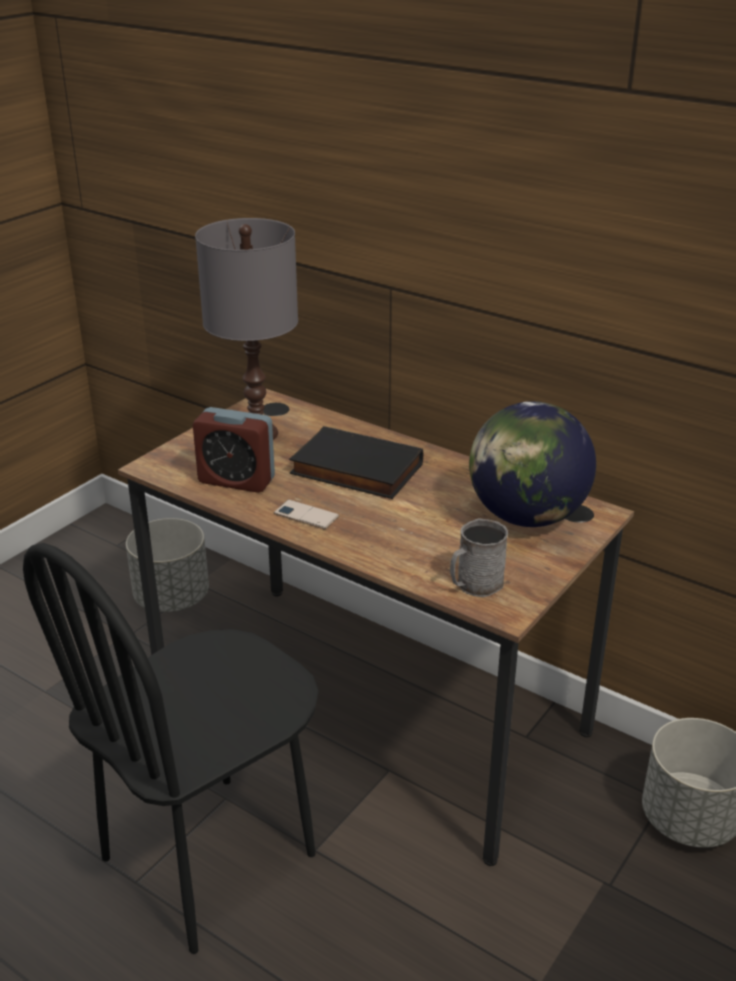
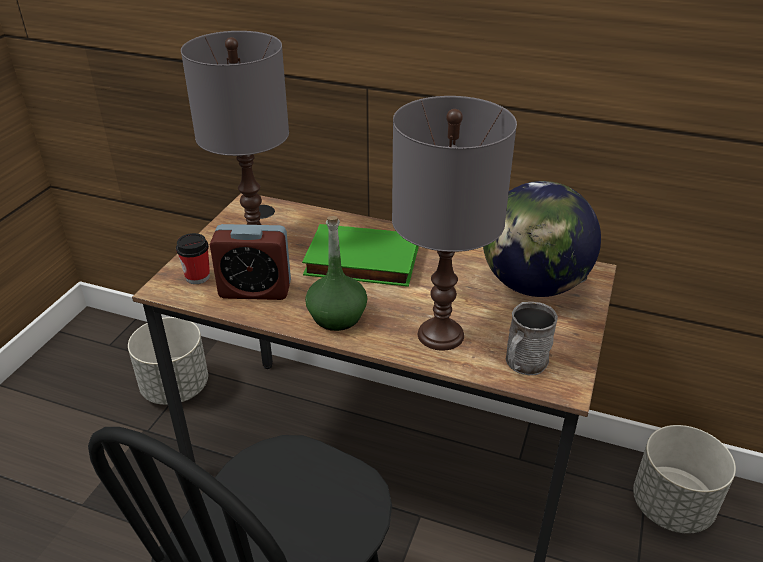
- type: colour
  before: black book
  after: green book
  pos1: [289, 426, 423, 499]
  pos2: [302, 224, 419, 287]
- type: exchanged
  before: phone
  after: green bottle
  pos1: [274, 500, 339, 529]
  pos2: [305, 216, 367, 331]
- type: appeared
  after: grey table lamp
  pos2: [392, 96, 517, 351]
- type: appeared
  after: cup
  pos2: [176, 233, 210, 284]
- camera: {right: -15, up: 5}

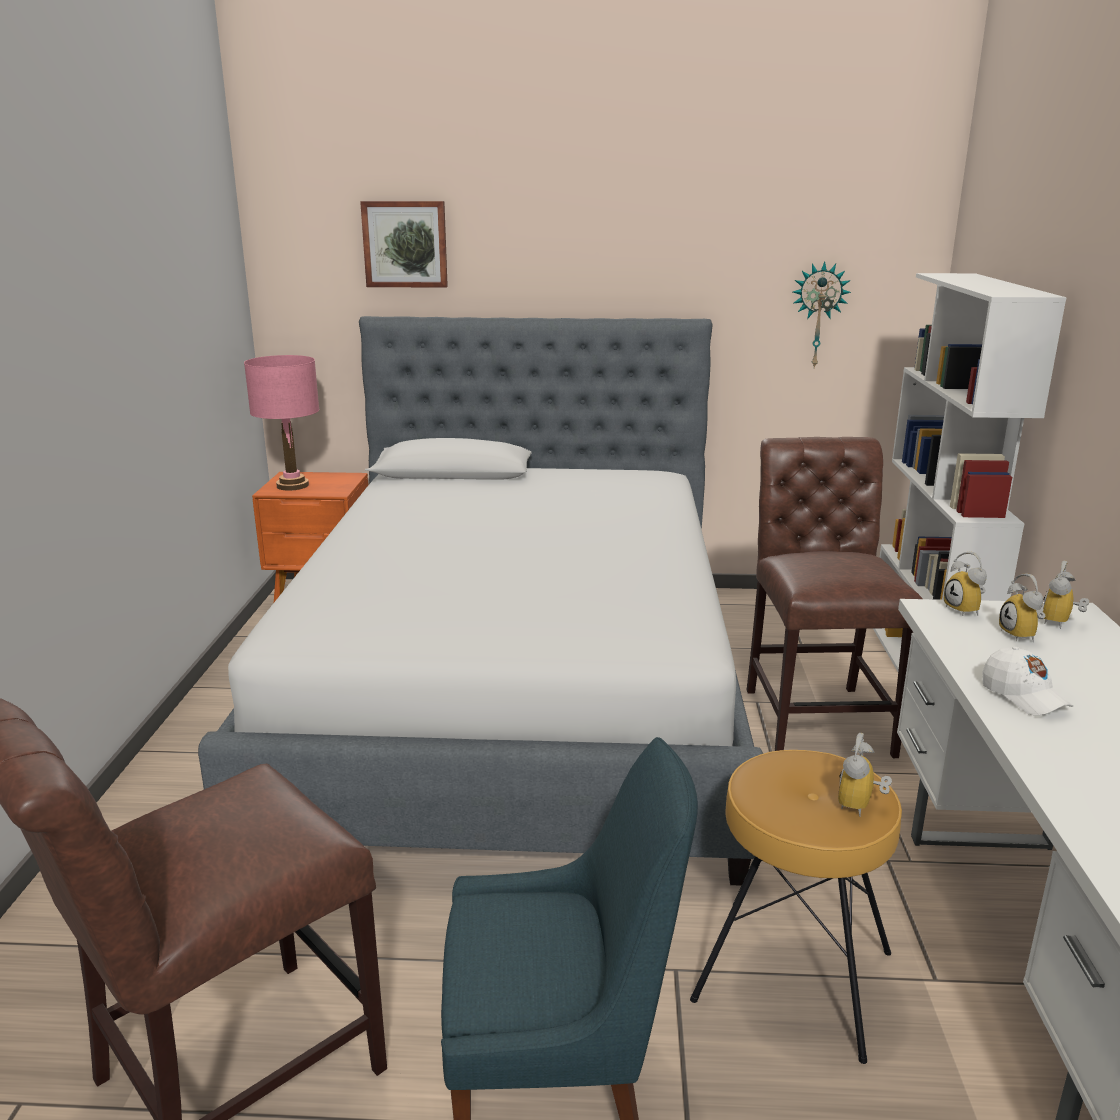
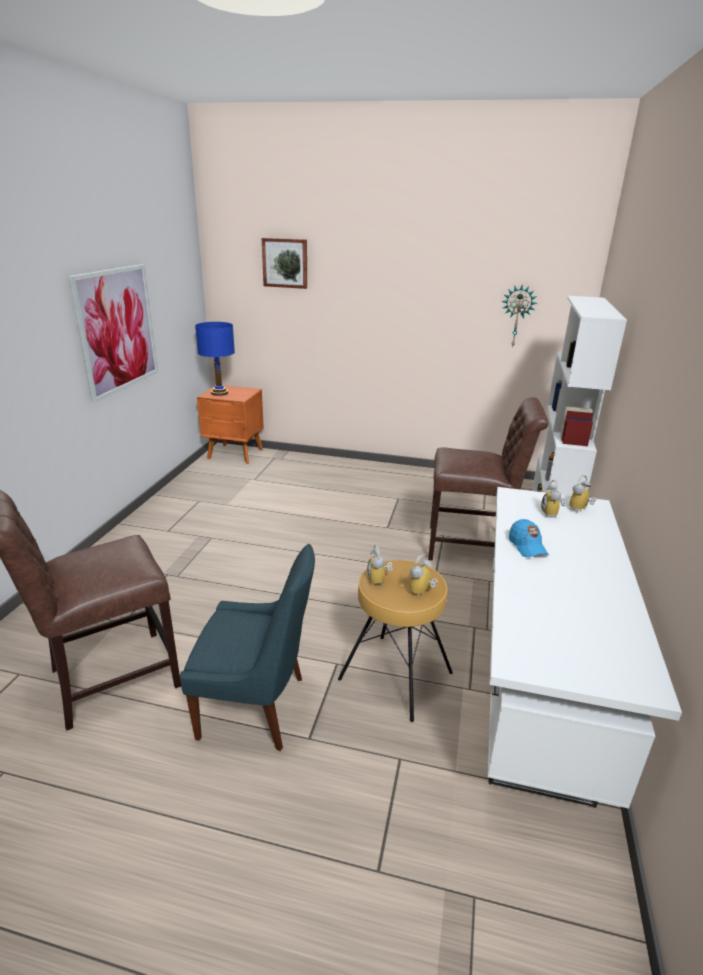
- type: missing
  before: bed
  pos1: [198, 316, 763, 886]
- type: colour
  before: pink table lamp
  after: blue table lamp
  pos1: [244, 355, 319, 491]
  pos2: [195, 322, 235, 396]
- type: spun
  before: brown chair
  pos1: [747, 437, 923, 758]
  pos2: [428, 397, 549, 560]
  turn: 90
- type: relocated
  before: alarm clock
  pos1: [944, 552, 987, 616]
  pos2: [367, 545, 392, 585]
- type: colour
  before: white cap
  after: blue cap
  pos1: [983, 647, 1073, 715]
  pos2: [509, 519, 549, 557]
- type: appeared
  after: picture
  pos2: [69, 264, 158, 403]
- camera: {right: 10, up: 5}

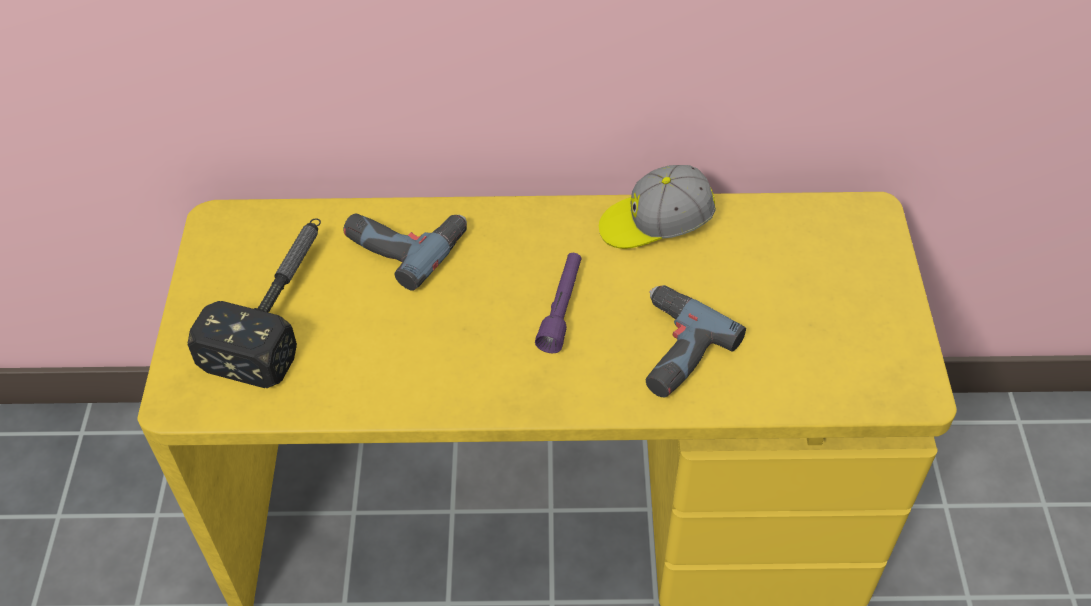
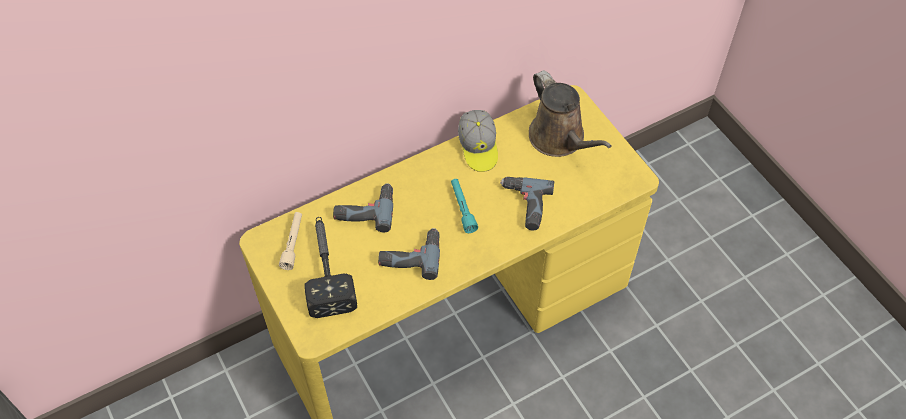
- type: spun
  before: cap
  pos1: [599, 165, 716, 249]
  pos2: [458, 110, 498, 172]
  turn: -60
- type: colour
  before: purple flashlight
  after: turquoise flashlight
  pos1: [535, 253, 582, 353]
  pos2: [451, 179, 478, 233]
- type: appeared
  after: brown watering can
  pos2: [529, 70, 612, 157]
- type: appeared
  after: beige flashlight
  pos2: [279, 212, 302, 270]
- type: appeared
  after: power drill
  pos2: [378, 228, 440, 280]
- camera: {right: -30, up: 5}

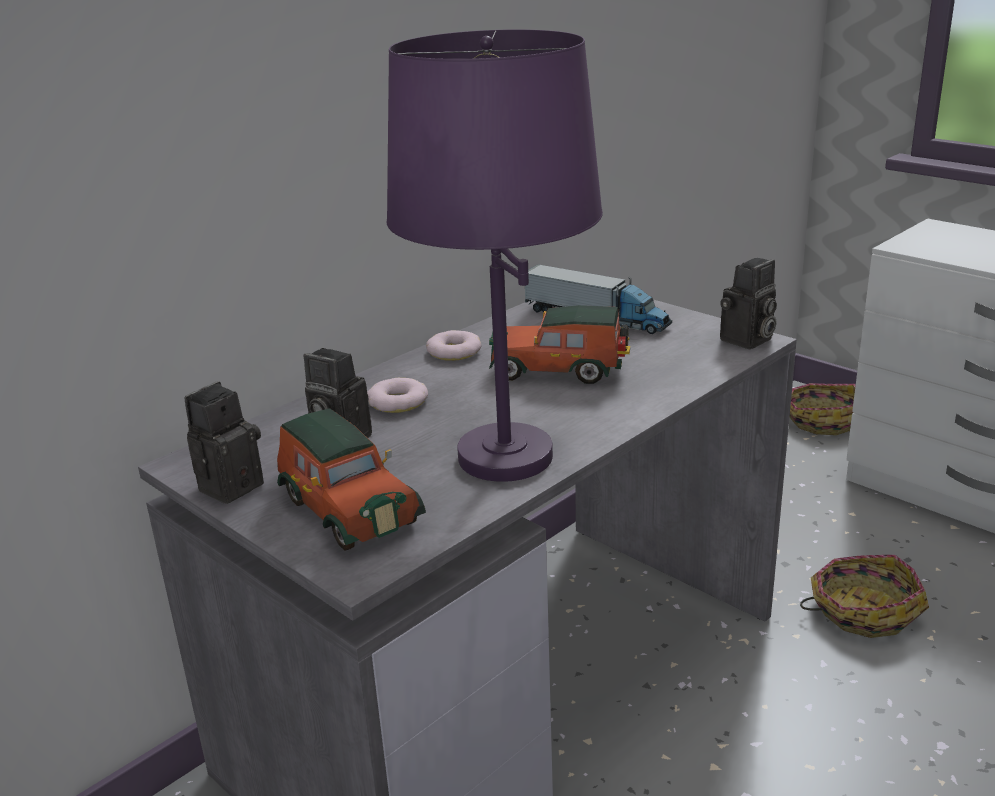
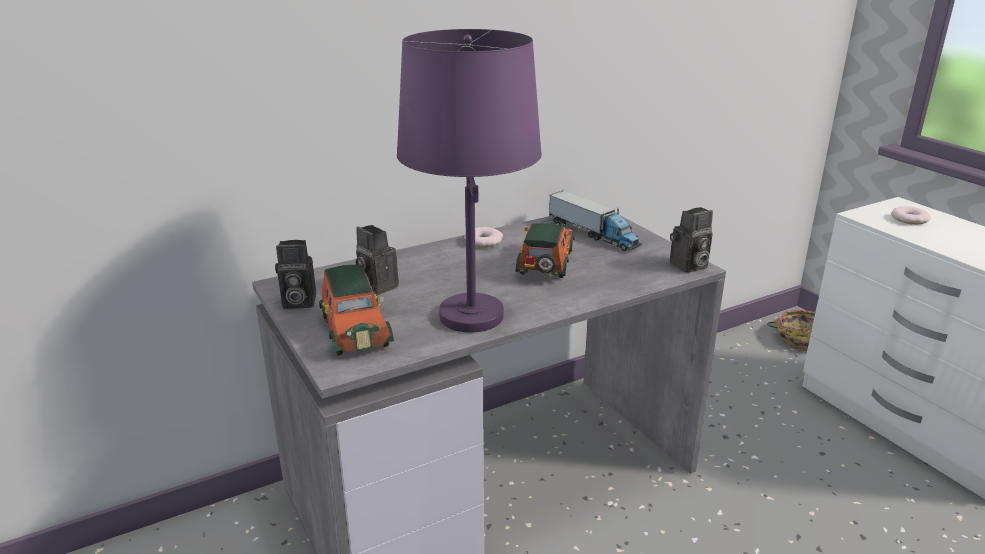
- type: spun
  before: toy car
  pos1: [489, 305, 630, 384]
  pos2: [516, 219, 575, 278]
  turn: 75
- type: relocated
  before: donut
  pos1: [367, 378, 428, 413]
  pos2: [891, 206, 931, 225]
- type: spun
  before: photo camera
  pos1: [184, 381, 264, 504]
  pos2: [275, 240, 316, 309]
  turn: -150
- type: missing
  before: basket
  pos1: [800, 555, 929, 638]
- camera: {right: 15, up: 0}

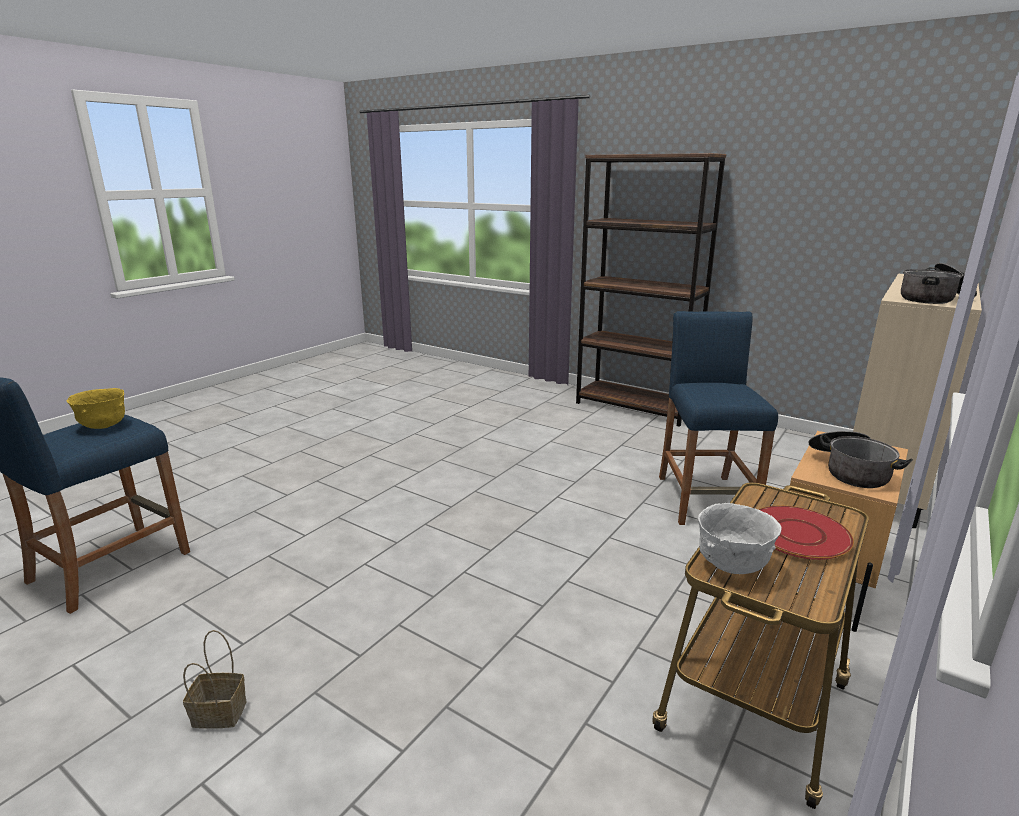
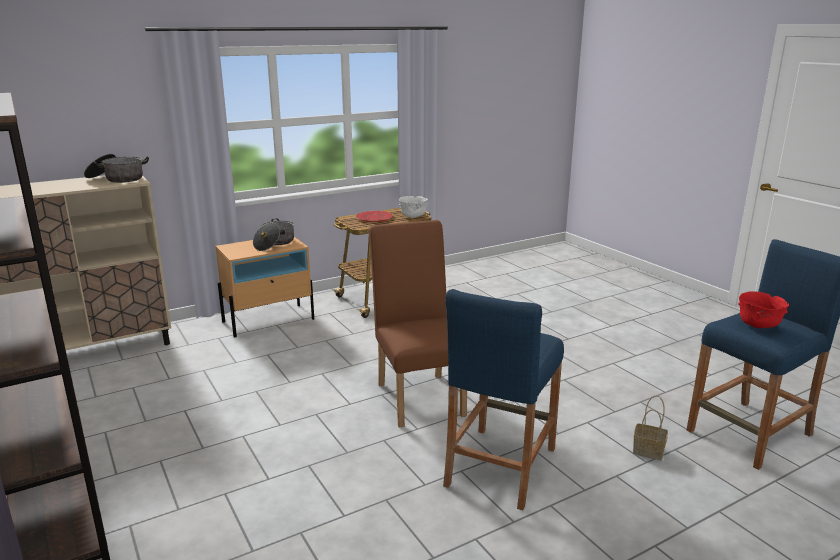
- type: relocated
  before: blue stool
  pos1: [659, 311, 778, 525]
  pos2: [443, 289, 564, 510]
- type: colour
  before: yellow bowl
  after: red bowl
  pos1: [66, 388, 125, 429]
  pos2: [738, 291, 789, 328]
- type: relocated
  before: basket
  pos1: [183, 630, 247, 728]
  pos2: [633, 396, 668, 460]
- type: appeared
  after: brown chair
  pos2: [369, 220, 467, 428]
- camera: {right: -155, up: 0}

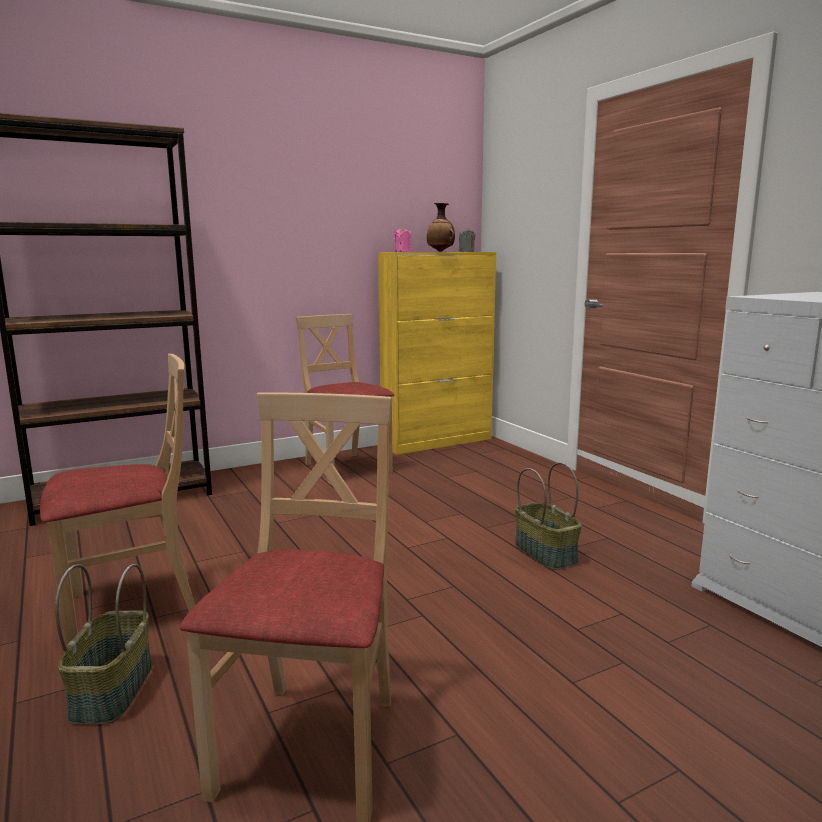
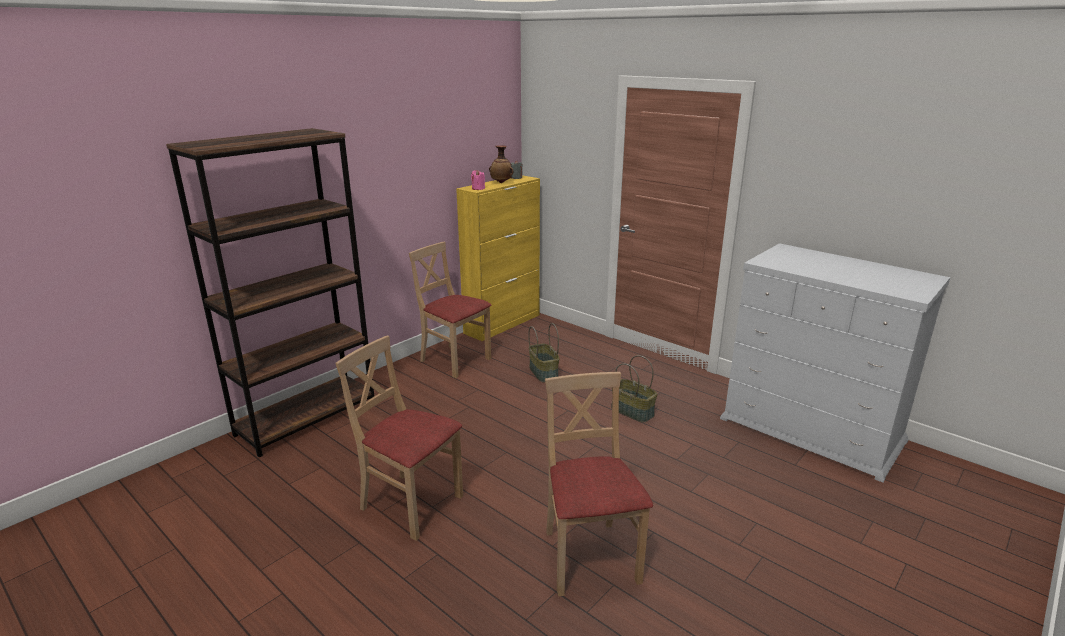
- type: spun
  before: beige chair
  pos1: [40, 354, 195, 646]
  pos2: [335, 336, 463, 541]
  turn: -105
- type: relocated
  before: basket
  pos1: [55, 564, 152, 724]
  pos2: [528, 323, 560, 383]
- camera: {right: -20, up: 10}

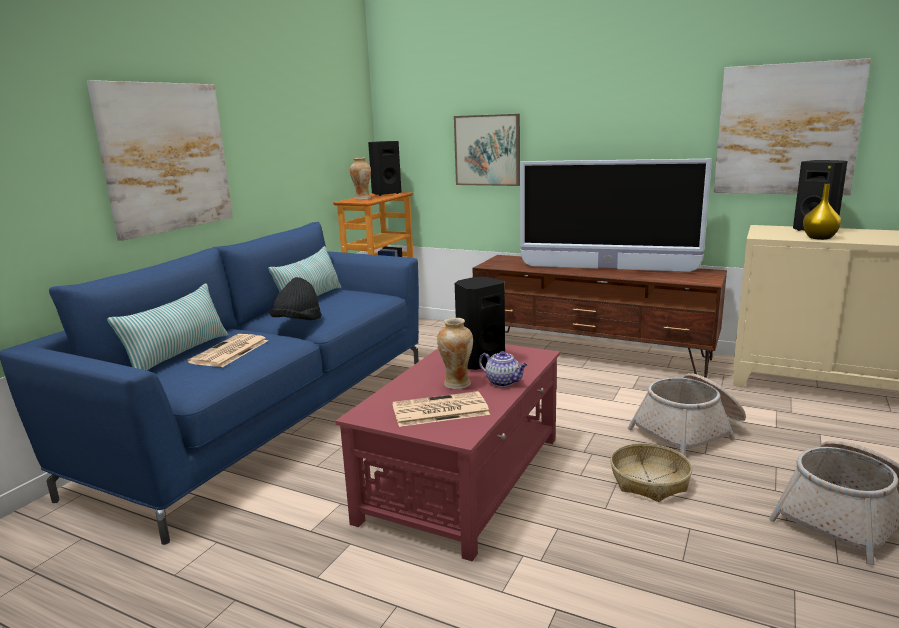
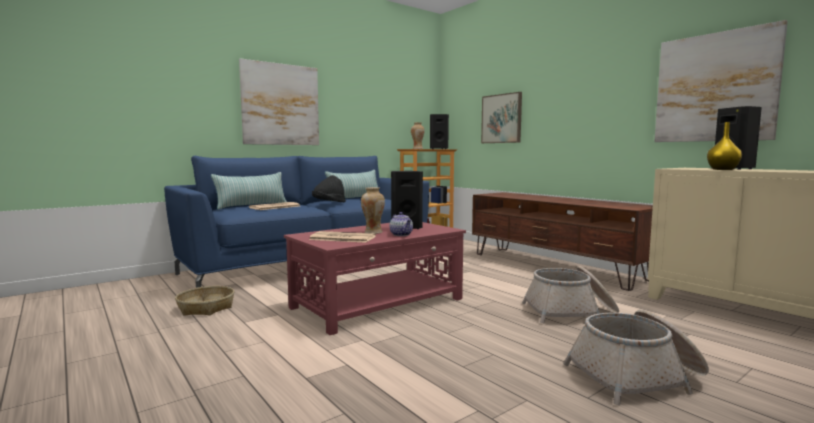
- type: missing
  before: television
  pos1: [520, 159, 712, 272]
- type: relocated
  before: basket
  pos1: [610, 443, 692, 502]
  pos2: [175, 286, 234, 316]
- camera: {right: 25, up: -10}

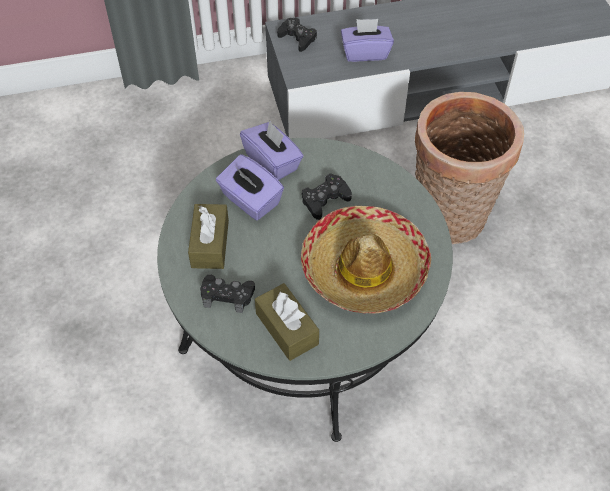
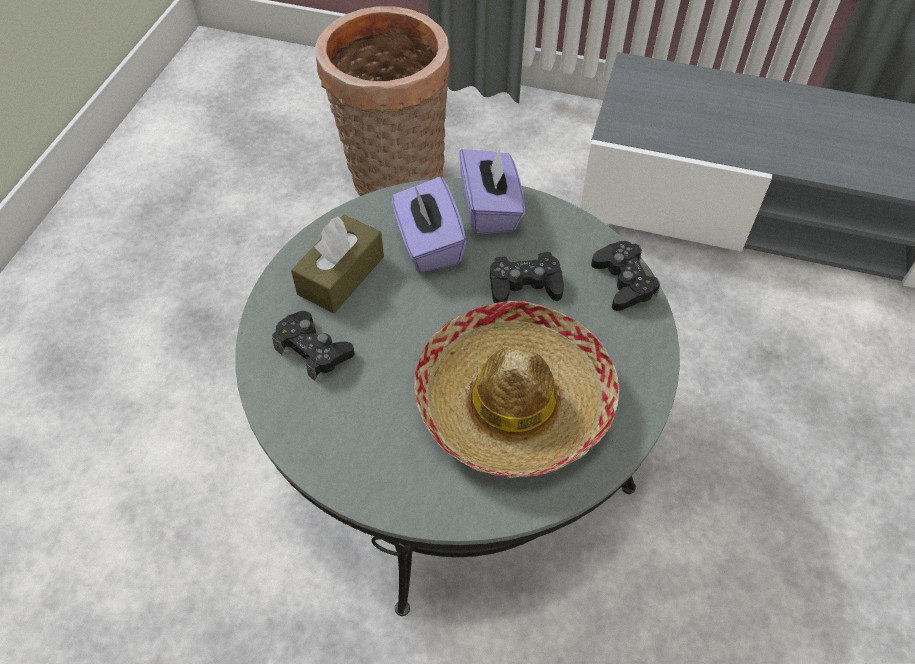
- type: relocated
  before: black game controller
  pos1: [277, 17, 317, 52]
  pos2: [591, 241, 660, 311]
- type: missing
  before: purple tissue box
  pos1: [341, 19, 394, 62]
- type: relocated
  before: basket
  pos1: [415, 92, 524, 244]
  pos2: [315, 7, 450, 196]
- type: missing
  before: brown tissue box
  pos1: [255, 283, 319, 361]
- camera: {right: 30, up: 0}

